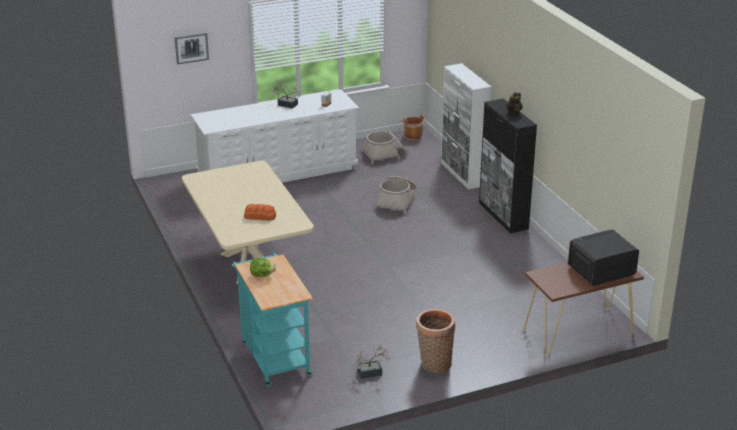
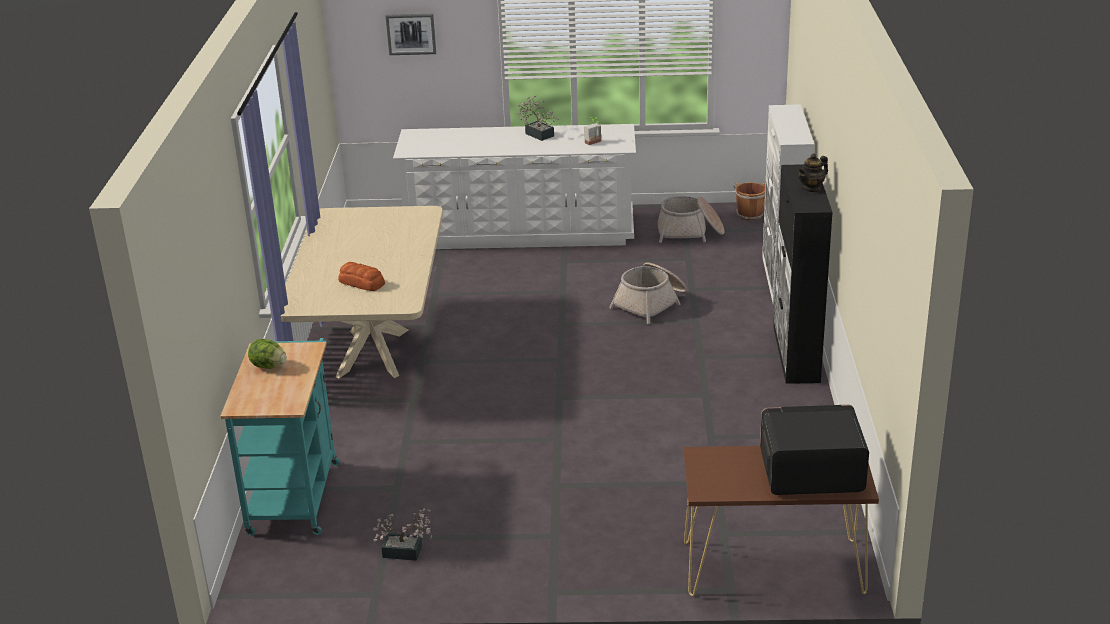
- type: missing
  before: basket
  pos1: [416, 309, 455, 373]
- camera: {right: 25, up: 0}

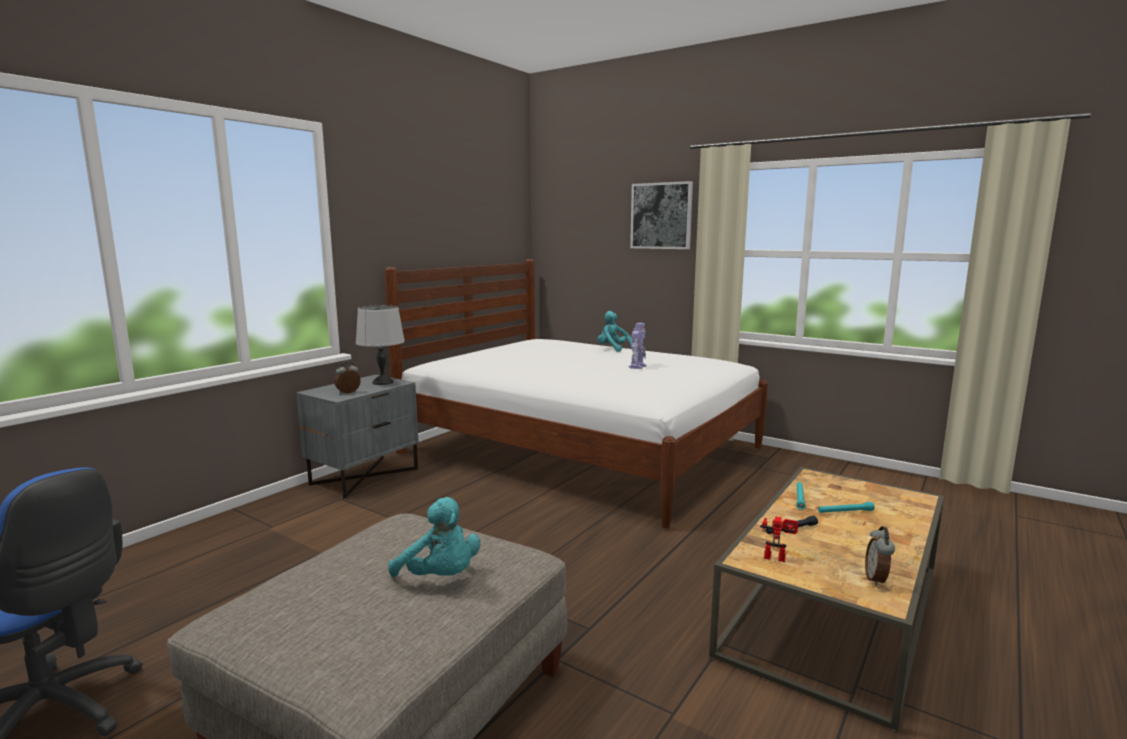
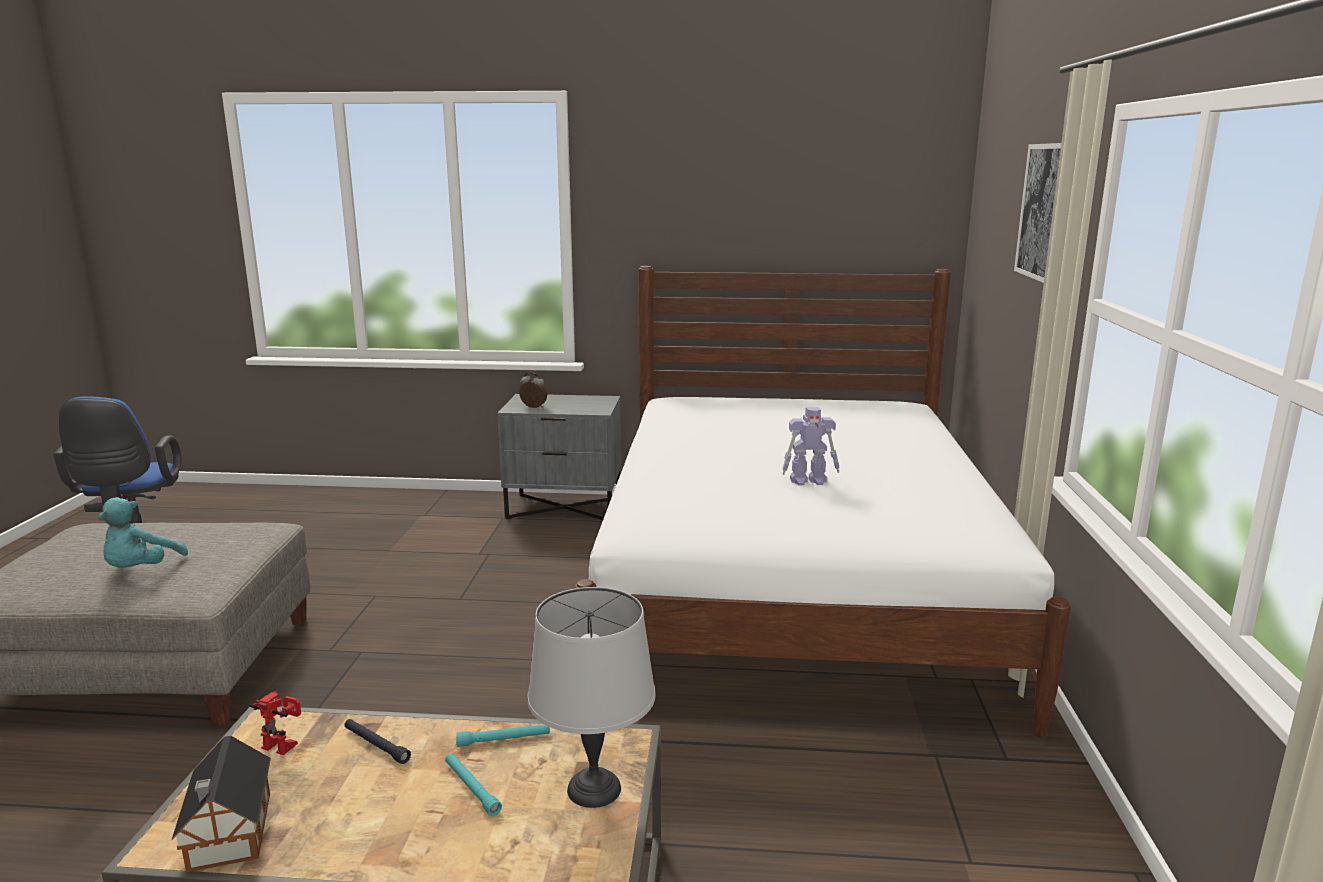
- type: relocated
  before: grey table lamp
  pos1: [356, 305, 405, 385]
  pos2: [527, 587, 656, 808]
- type: missing
  before: turquoise plush toy
  pos1: [597, 311, 633, 352]
- type: spun
  before: toy robot
  pos1: [760, 516, 798, 562]
  pos2: [250, 691, 301, 755]
  turn: -60
- type: exchanged
  before: alarm clock
  after: toy house
  pos1: [865, 526, 895, 586]
  pos2: [172, 736, 271, 872]
- camera: {right: 60, up: 5}

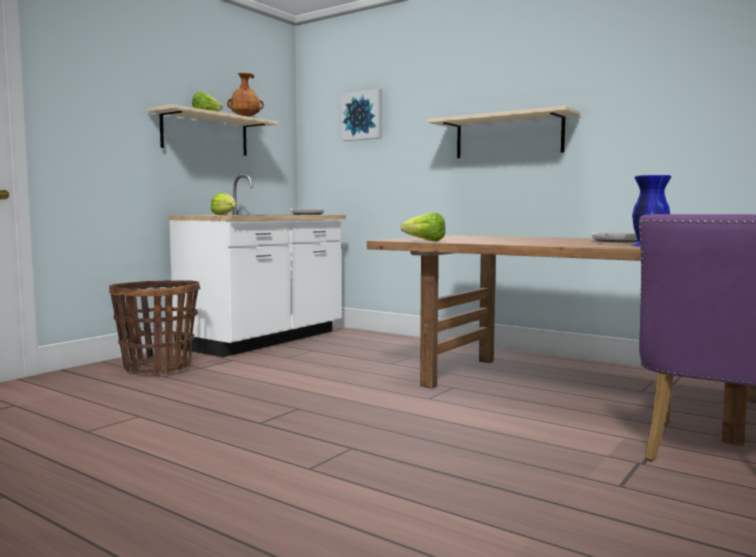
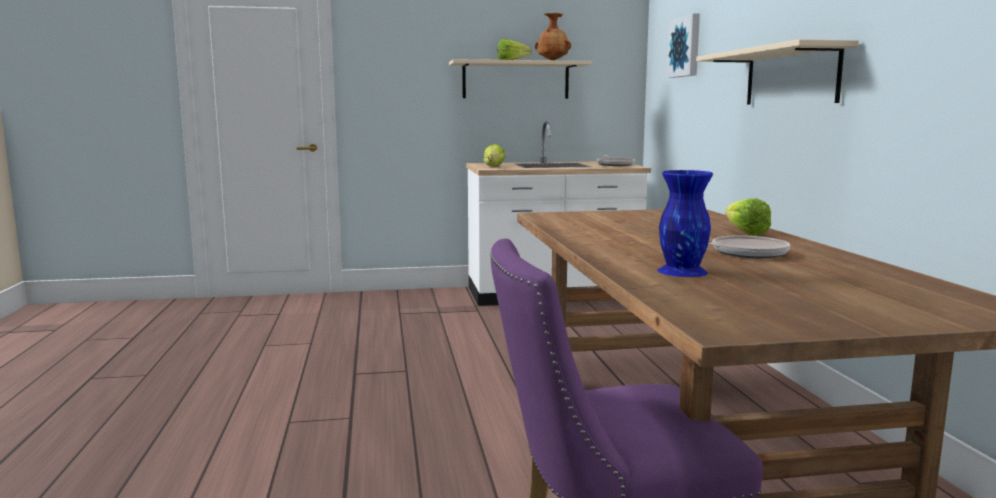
- type: relocated
  before: lettuce
  pos1: [401, 213, 445, 242]
  pos2: [725, 198, 771, 236]
- type: missing
  before: basket
  pos1: [109, 280, 201, 374]
- camera: {right: 45, up: 5}

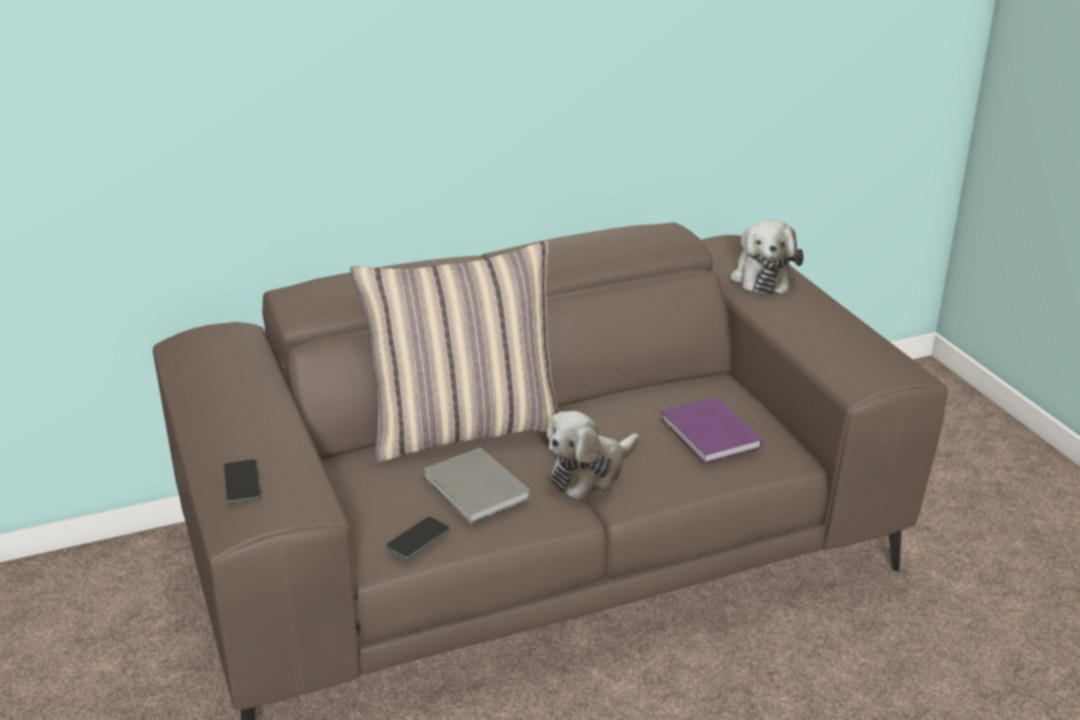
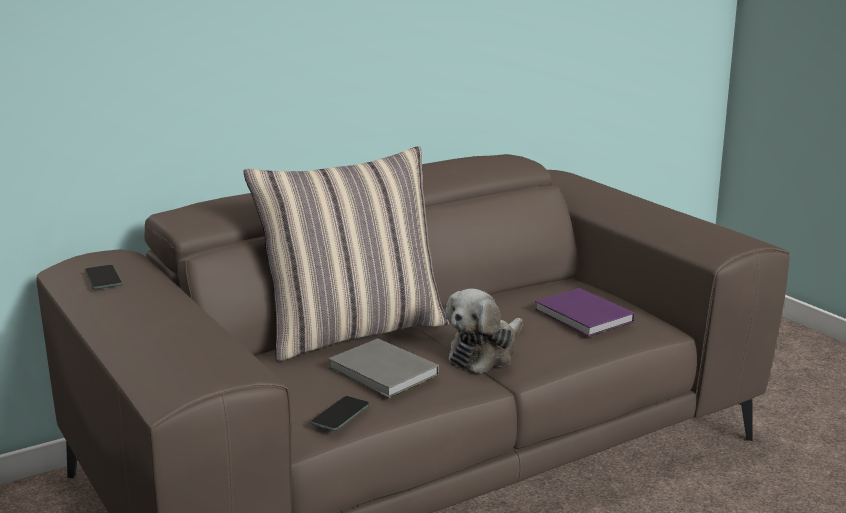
- type: missing
  before: plush toy
  pos1: [730, 220, 803, 294]
- type: relocated
  before: phone
  pos1: [224, 459, 261, 503]
  pos2: [85, 265, 122, 289]
- camera: {right: -10, up: -10}

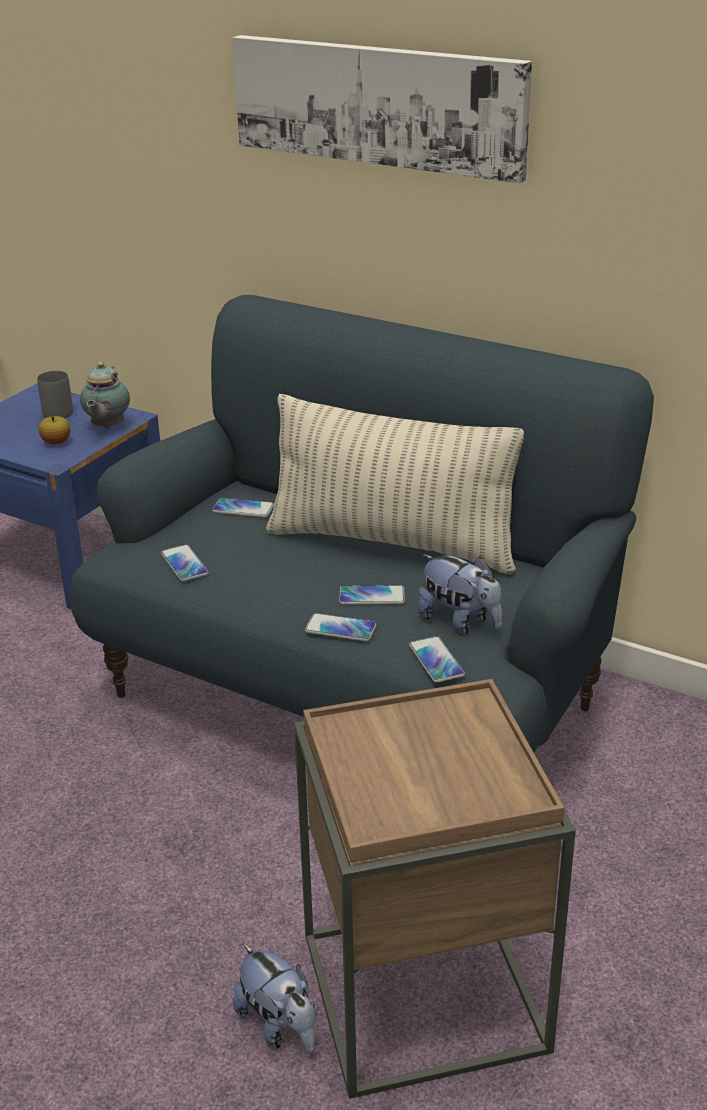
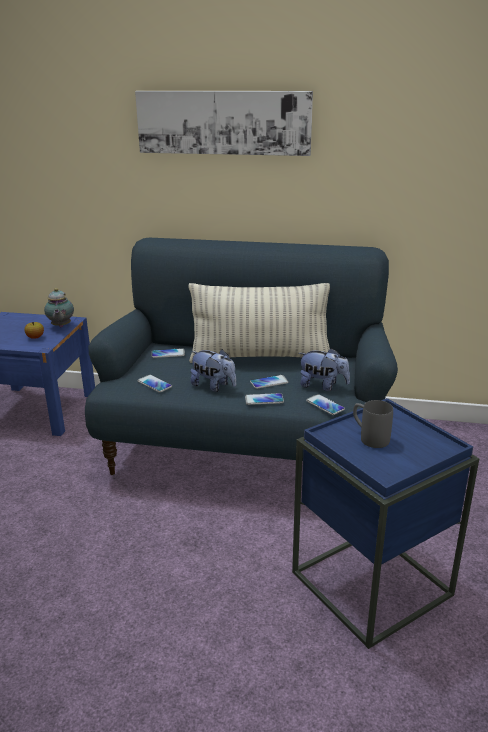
- type: relocated
  before: grey mug
  pos1: [37, 371, 73, 418]
  pos2: [353, 400, 393, 448]
- type: colour
  before: brown side table
  after: blue side table
  pos1: [294, 679, 576, 1099]
  pos2: [292, 398, 479, 649]
- type: relocated
  before: plush toy
  pos1: [233, 944, 315, 1053]
  pos2: [190, 349, 236, 392]
- camera: {right: -20, up: -5}

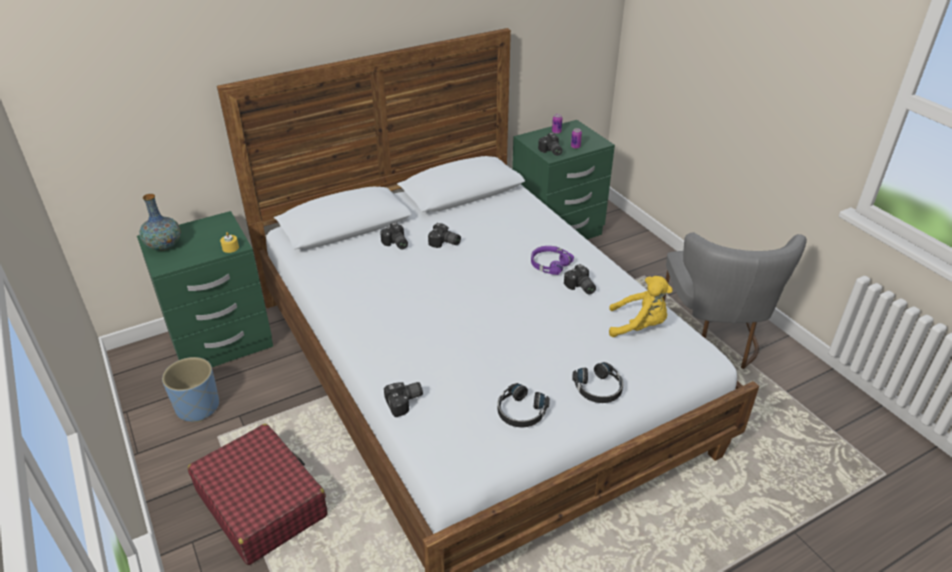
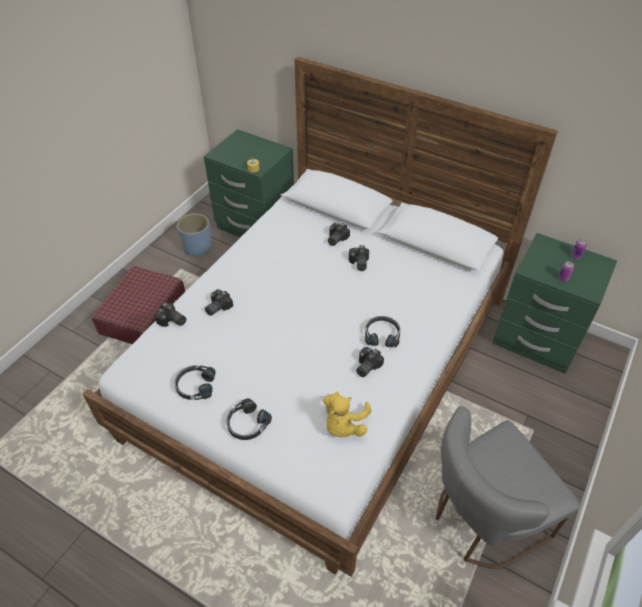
- type: relocated
  before: photo camera
  pos1: [538, 133, 562, 156]
  pos2: [205, 289, 233, 316]
- type: missing
  before: vase
  pos1: [139, 194, 181, 250]
- type: colour
  before: purple headphones
  after: black headphones
  pos1: [531, 246, 574, 275]
  pos2: [365, 316, 400, 348]
- type: spun
  before: yellow plush toy
  pos1: [609, 276, 673, 337]
  pos2: [323, 392, 371, 437]
  turn: 45
- camera: {right: 60, up: 10}

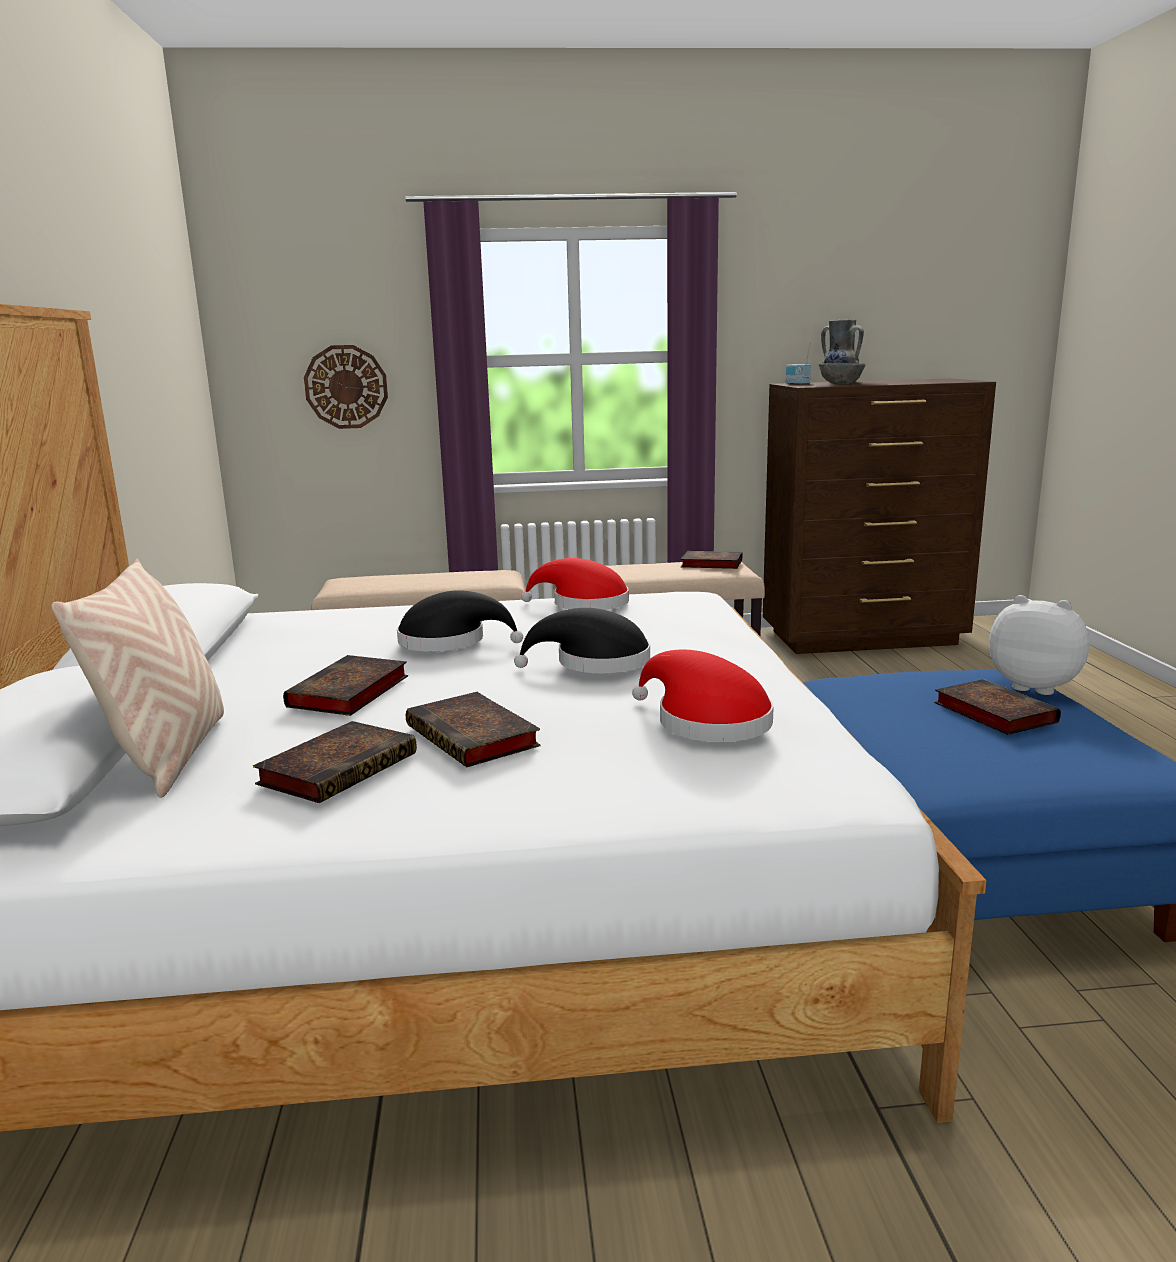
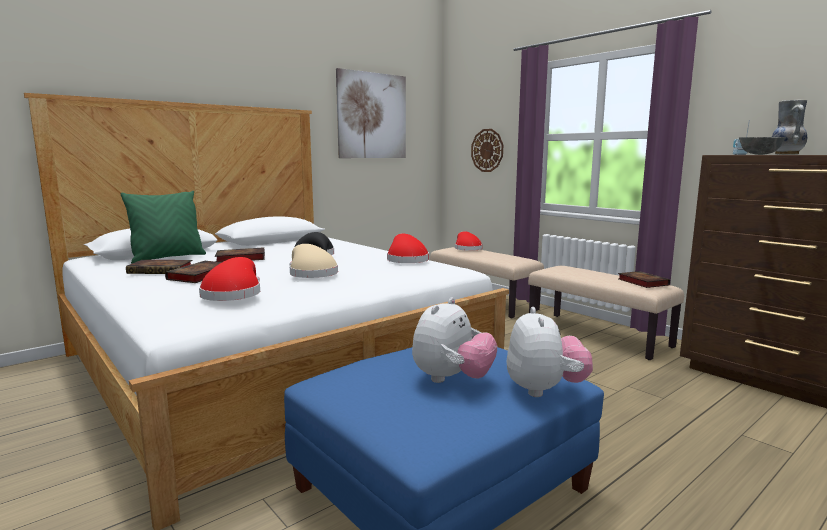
- type: colour
  before: beige pillow
  after: green pillow
  pos1: [52, 558, 224, 798]
  pos2: [120, 191, 206, 264]
- type: colour
  before: black hat
  after: beige hat
  pos1: [514, 608, 650, 673]
  pos2: [289, 244, 338, 278]
- type: exchanged
  before: book
  after: plush toy
  pos1: [934, 679, 1061, 735]
  pos2: [412, 298, 497, 383]
- type: appeared
  after: picture
  pos2: [336, 68, 406, 158]
- type: appeared
  after: red hat
  pos2: [455, 231, 482, 251]
- camera: {right: 55, up: -5}

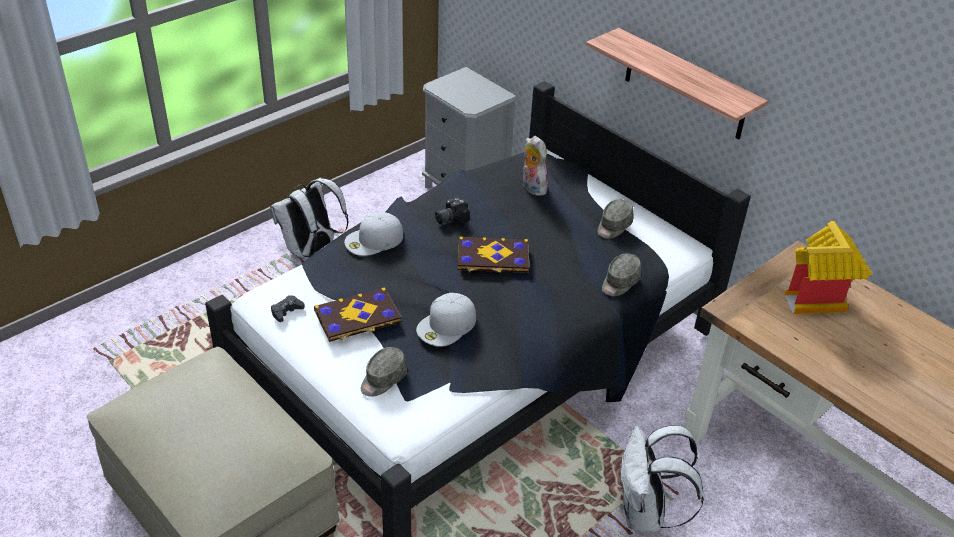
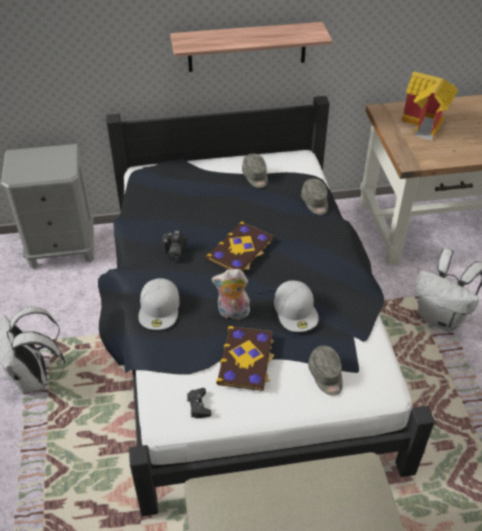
- type: relocated
  before: plush toy
  pos1: [523, 136, 548, 196]
  pos2: [212, 269, 251, 319]
- camera: {right: -55, up: 5}

